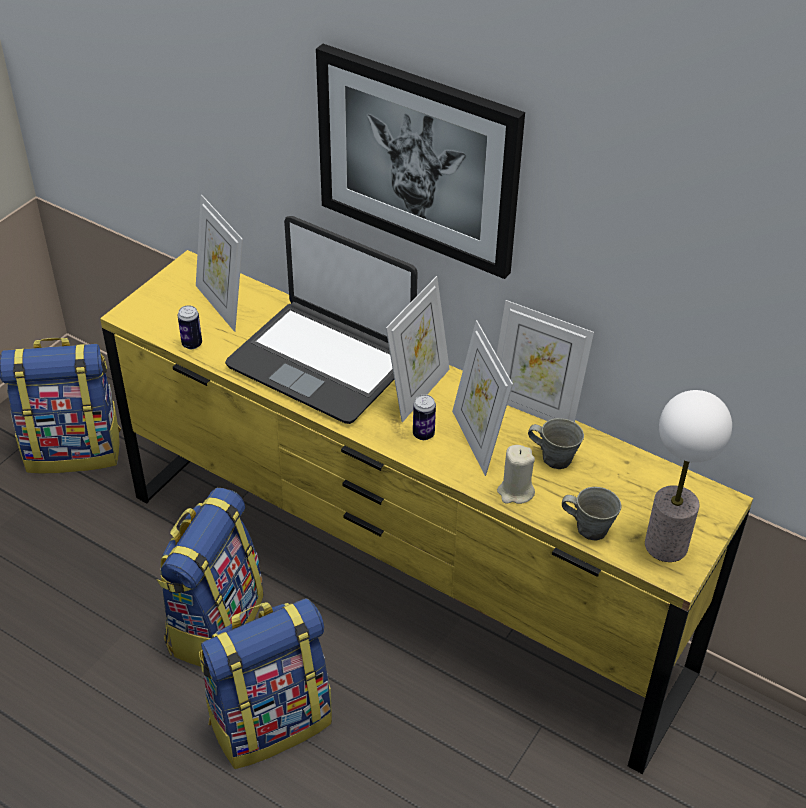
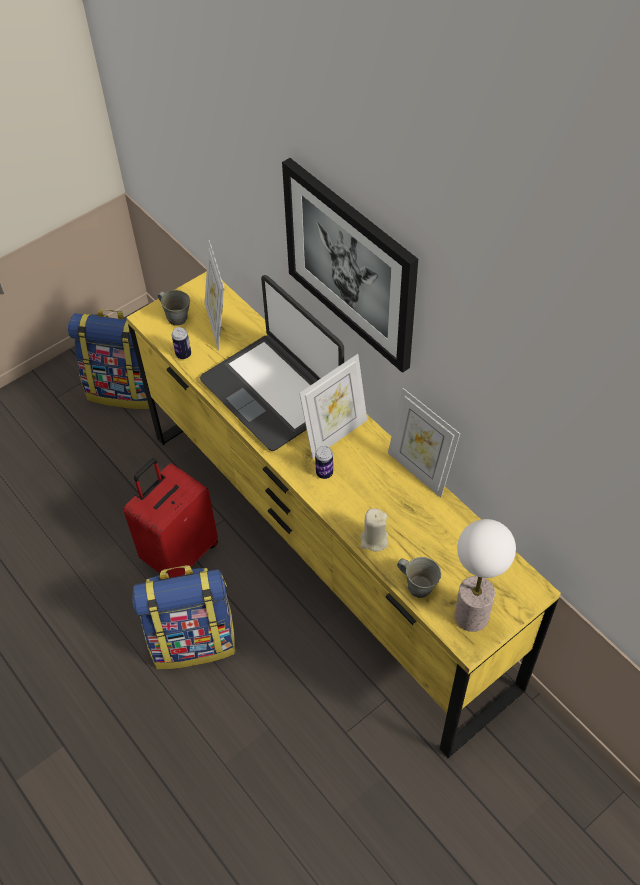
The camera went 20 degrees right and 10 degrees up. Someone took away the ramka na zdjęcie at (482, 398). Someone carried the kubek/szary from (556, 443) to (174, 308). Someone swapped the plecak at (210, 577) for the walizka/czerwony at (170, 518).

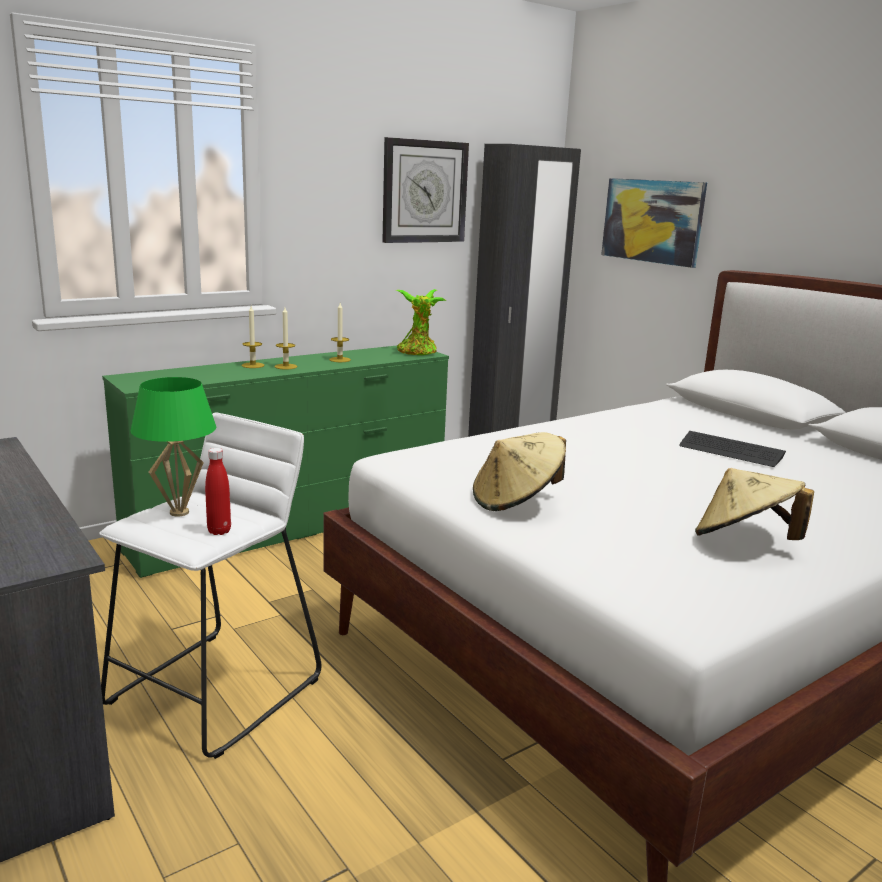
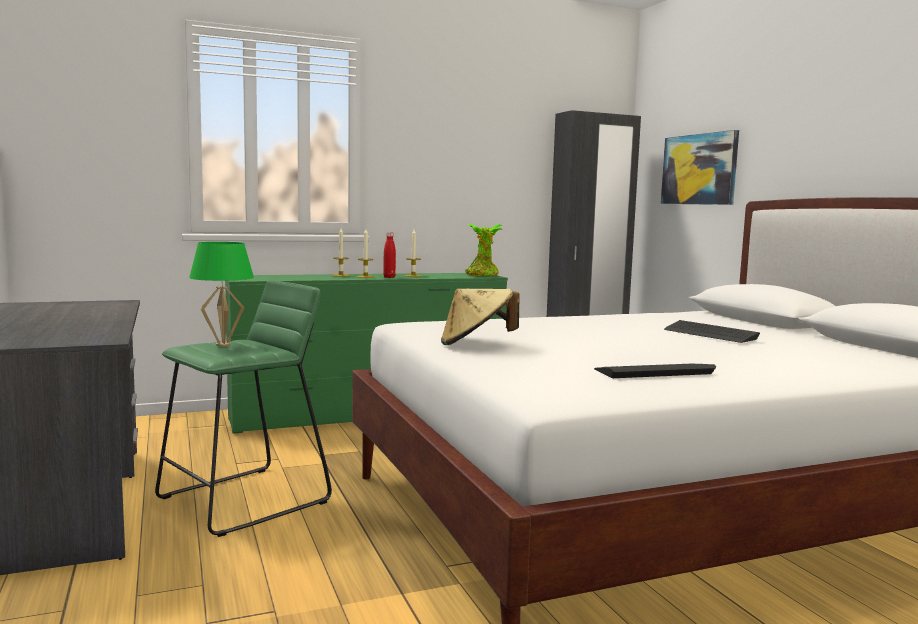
The camera went 15 degrees right and 10 degrees down. Someone took away the zegar ścienny at (425, 190). Someone carried the butelka/czerwony from (218, 491) to (389, 255). Someone swapped the kapelusz/beżowy at (754, 504) for the klawiatura at (655, 371). Someone repainted the stołek/biały at (210, 586), which became the stołek/zielony at (243, 408).

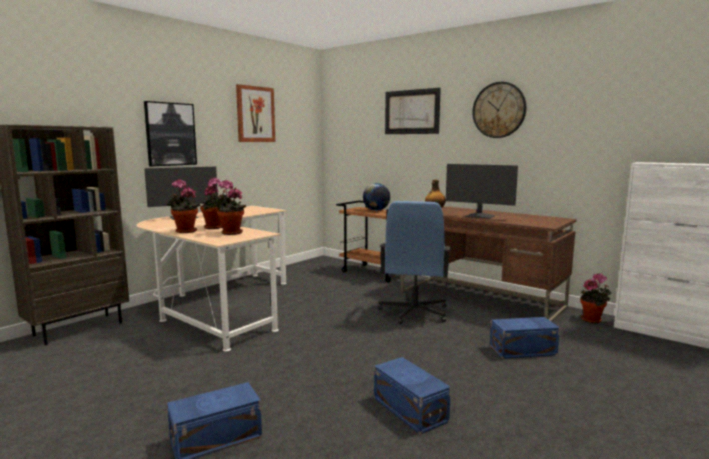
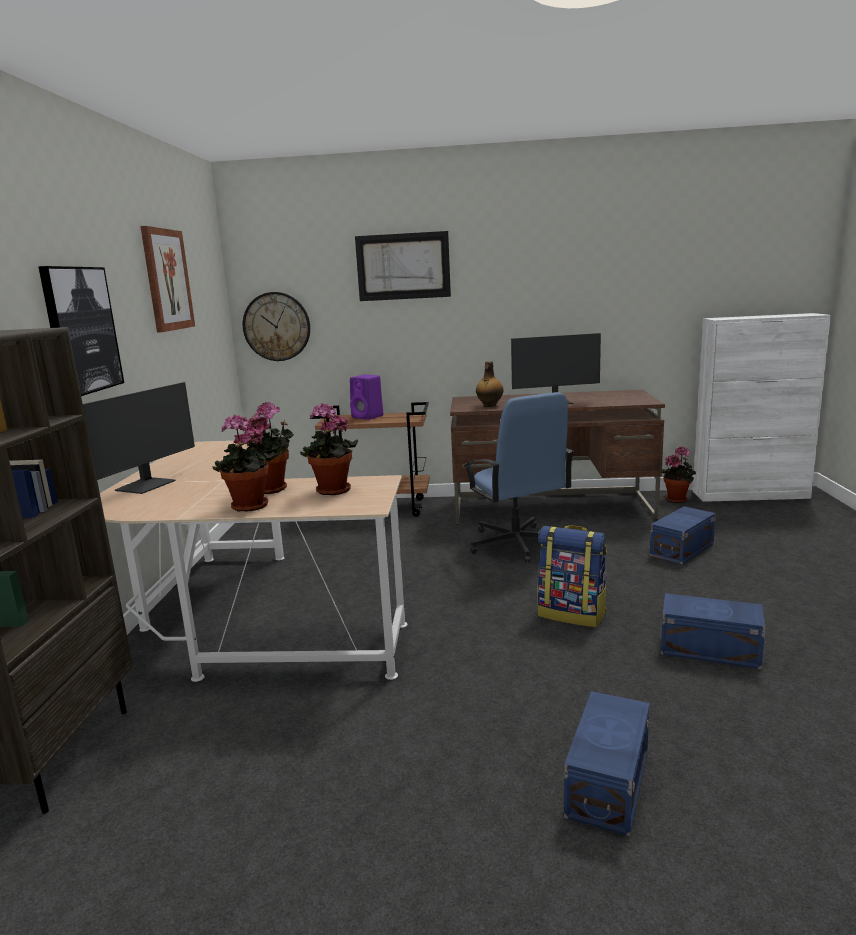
The camera went 35 degrees left and 5 degrees up. Someone put down the plecak at (572, 576). Someone carried the zegar ścienny from (499, 110) to (276, 326). Someone swapped the globus at (376, 197) for the głośnik/fioletowy at (366, 397).

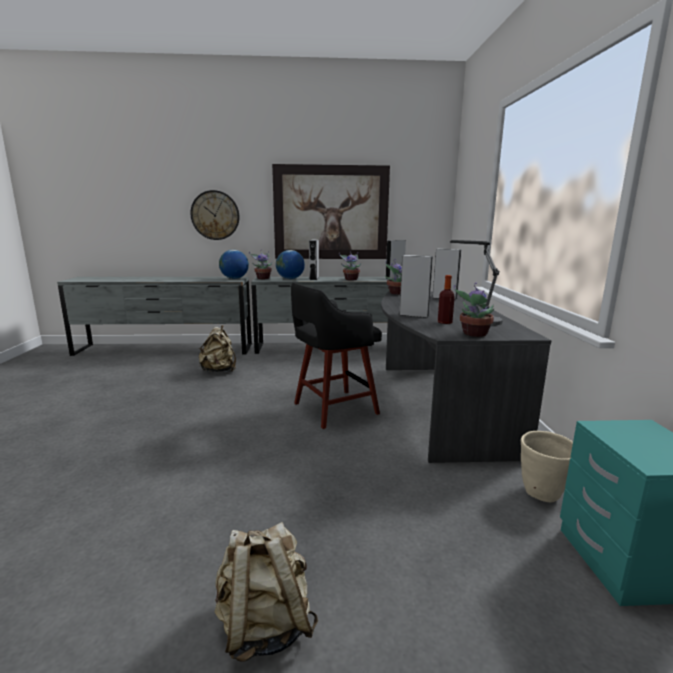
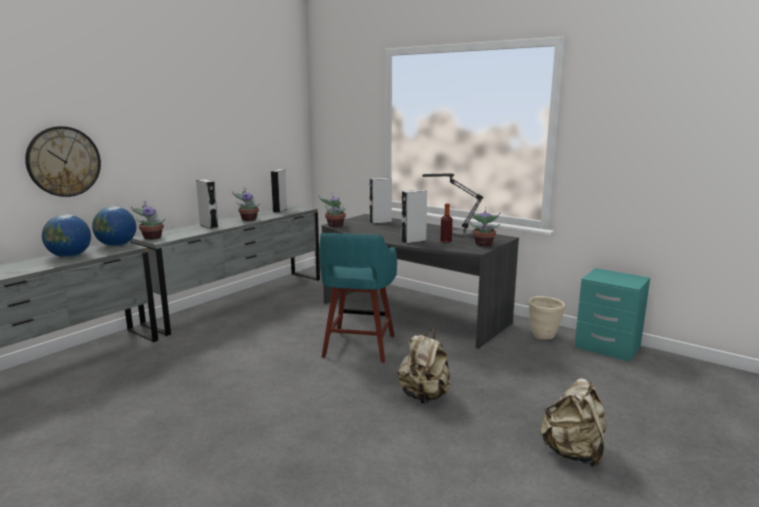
The camera went 50 degrees left and 0 degrees up. Someone took away the obraz at (331, 211). Someone carried the plecak/beżowy from (217, 348) to (424, 366). Someone carried the globus from (290, 264) to (66, 236). Someone repainted the stołek/czarny at (336, 355), which became the stołek/turkusowy at (358, 298).

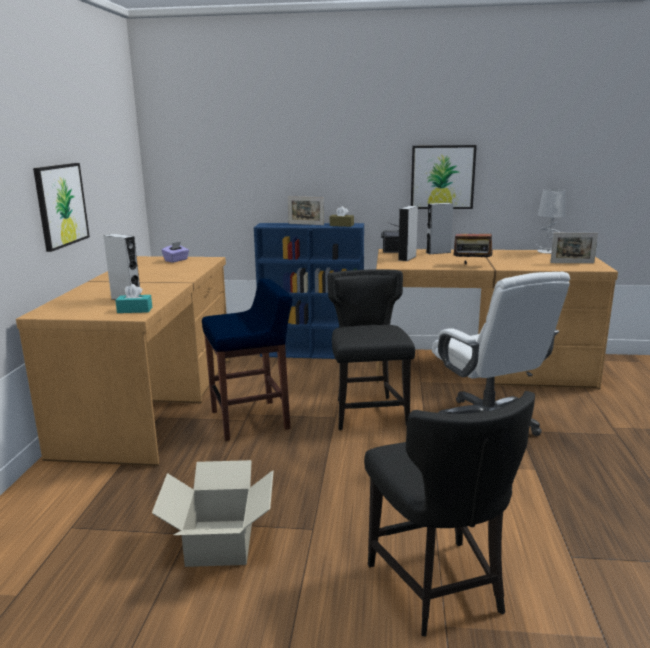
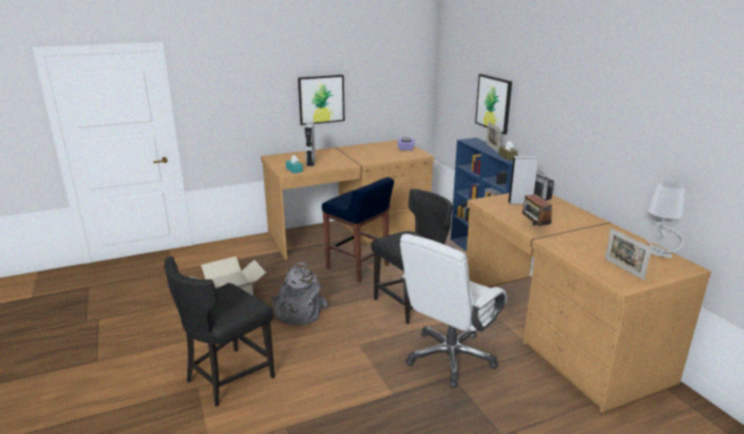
The camera went 60 degrees right and 5 degrees up. Someone took away the głośnik/szary at (439, 228). Someone put down the plecak/szary at (300, 293). Someone carried the obraz from (444, 177) to (493, 104).

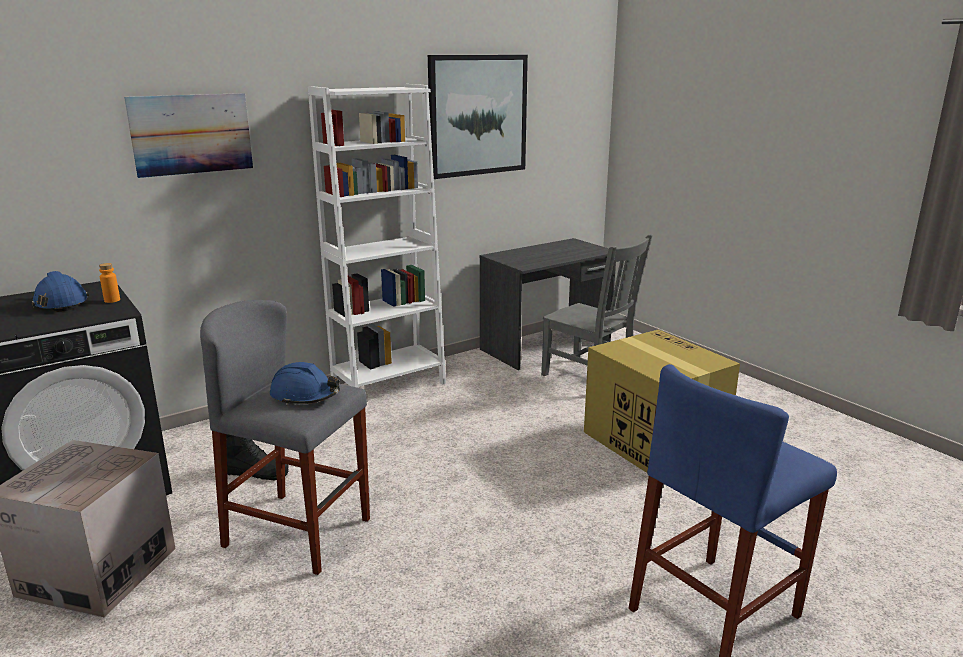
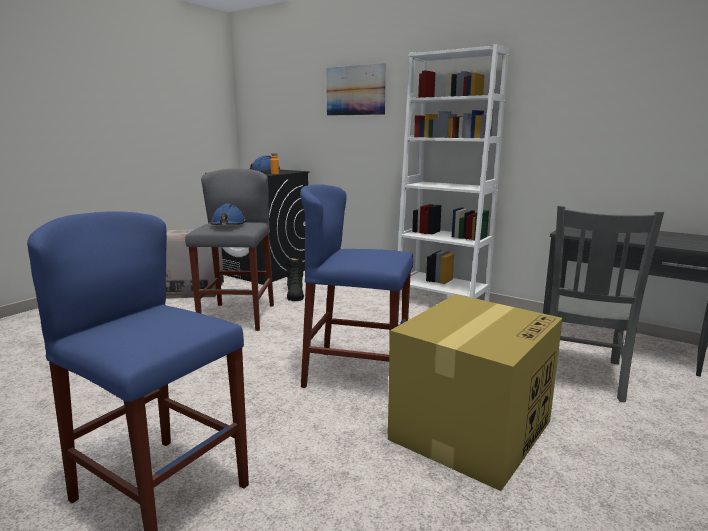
The camera went 70 degrees right and 5 degrees down. Someone took away the obraz at (478, 117). Someone put down the stołek/niebieski at (356, 286).

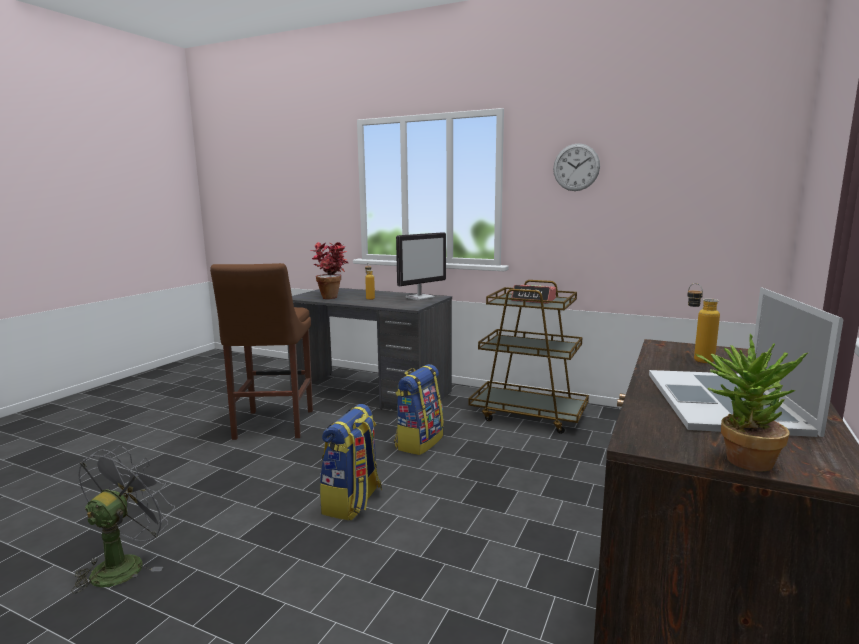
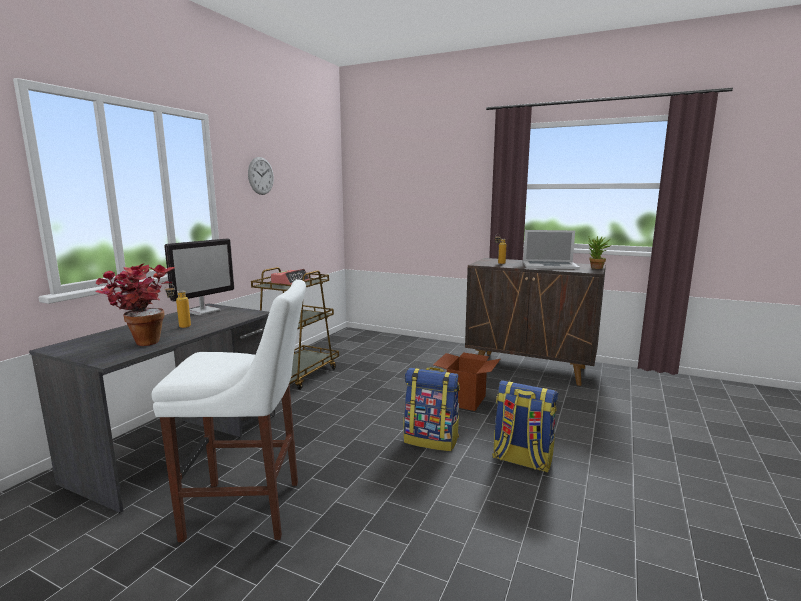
The camera went 90 degrees left and 0 degrees up. Someone took away the wentylator/szary at (123, 519). Someone put down the karton at (467, 381). Someone carried the plecak from (419, 409) to (525, 426). Someone repainted the stołek/brązowy at (261, 351), which became the stołek/biały at (229, 411). Someone rotated the monitor at (421, 266) by 75 degrees clockwise.

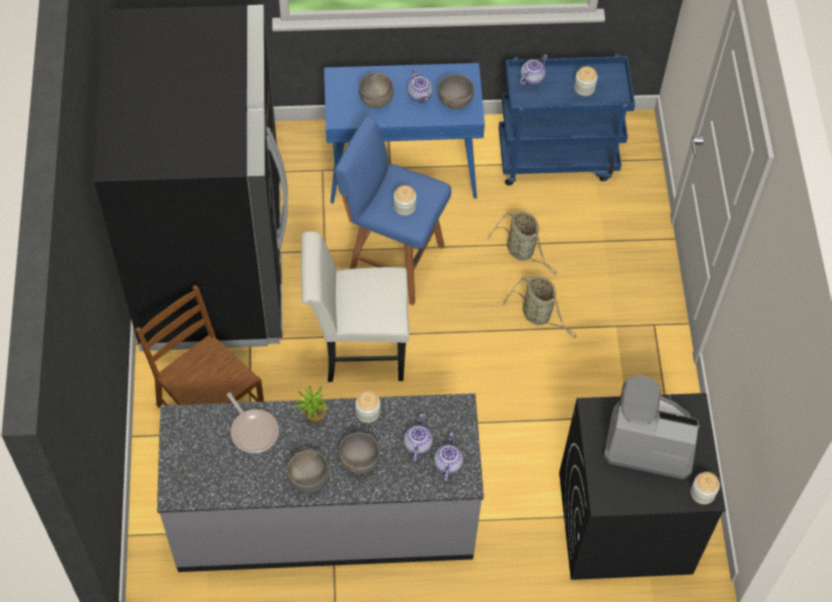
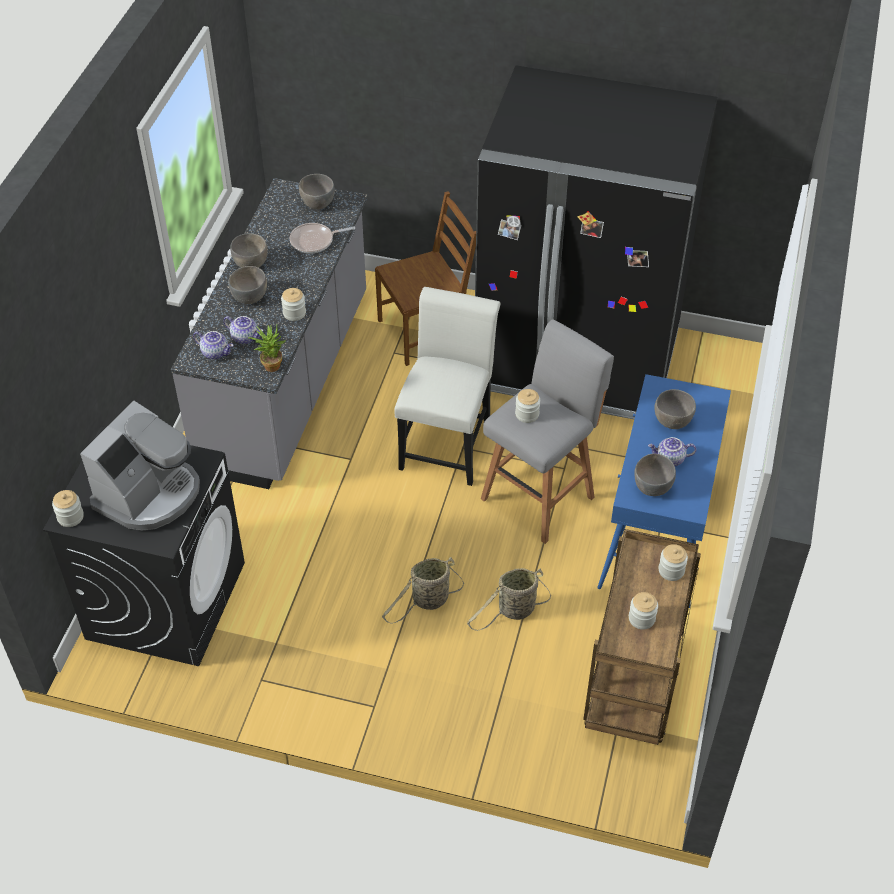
The camera went 110 degrees right and 10 degrees down. Someone put down the miska/szary at (317, 191). Someone carried the roślina doniczkowa from (312, 404) to (267, 348). Someone swapped the imbryk at (533, 70) for the słoik at (673, 562). Someone repainted the stołek/niebieski at (393, 210), which became the stołek/szary at (547, 431). Someone repainted the wózek/niebieski at (567, 119), which became the wózek/brązowy at (642, 637).

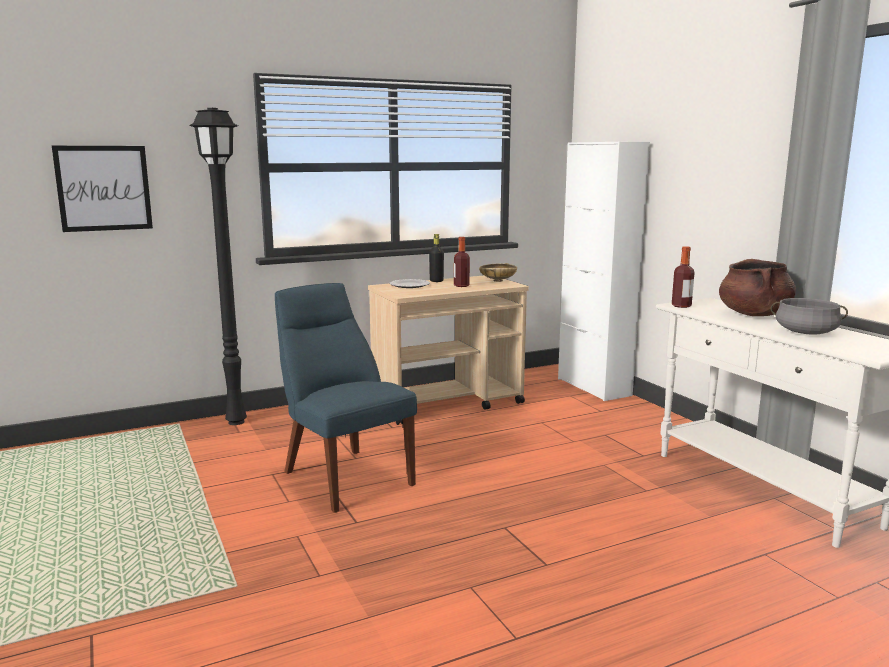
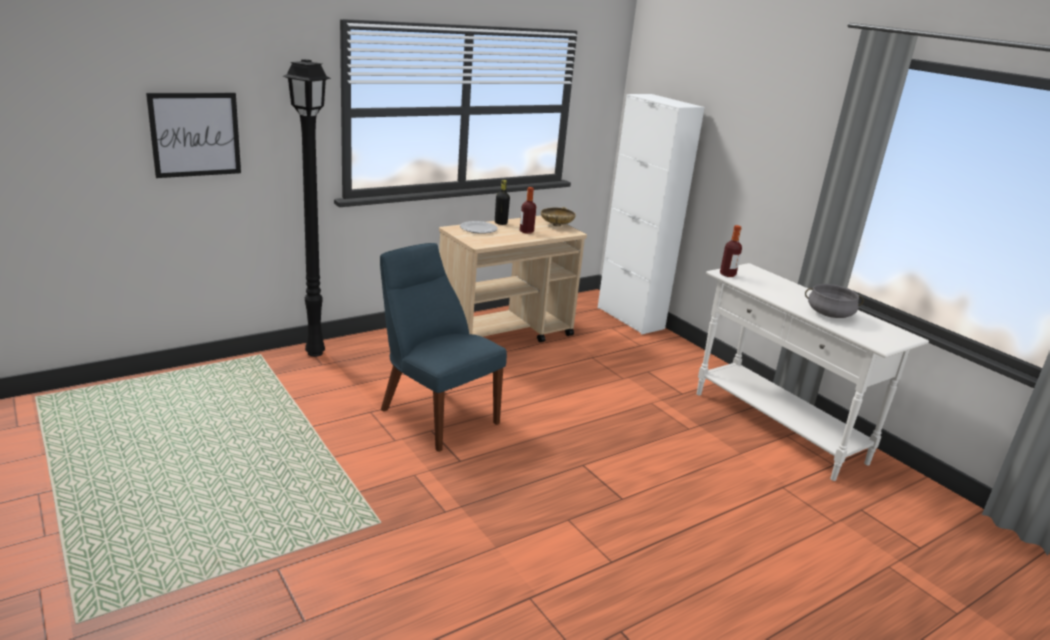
The camera went 10 degrees left and 10 degrees up. Someone took away the garnek/brązowy at (757, 287).

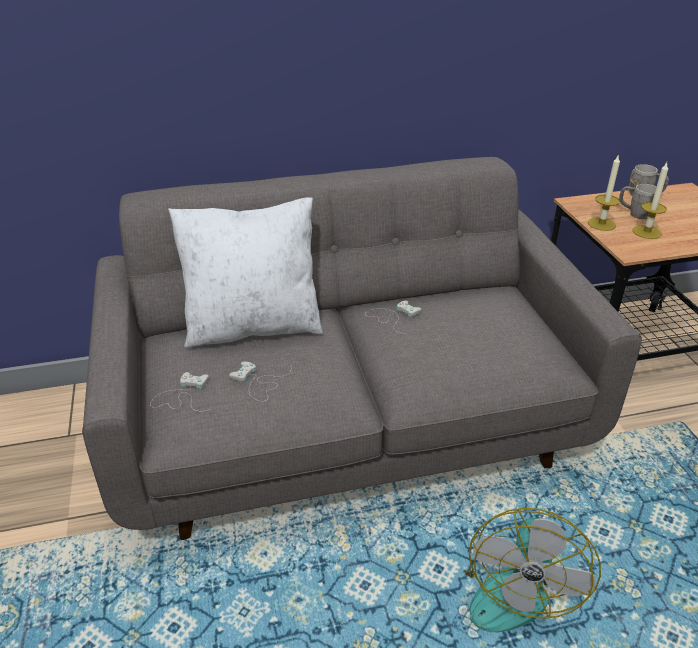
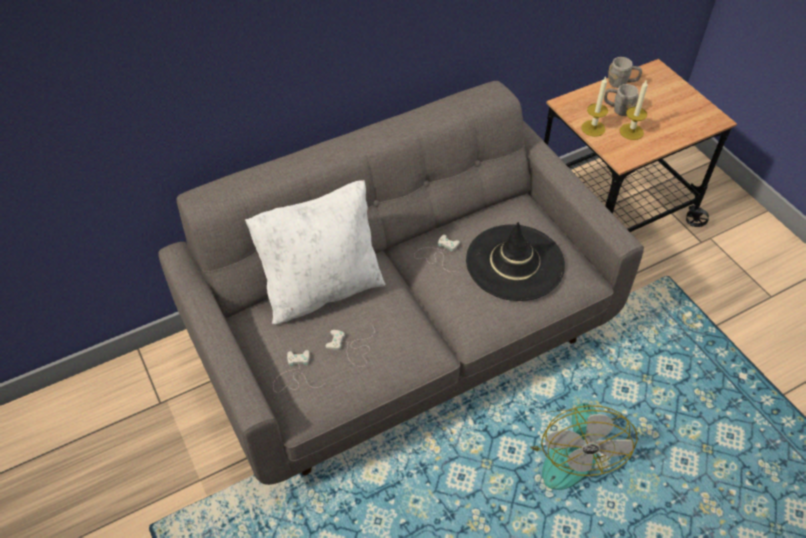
The camera went 15 degrees left and 15 degrees up. Someone put down the kapelusz/czarny at (515, 261).

